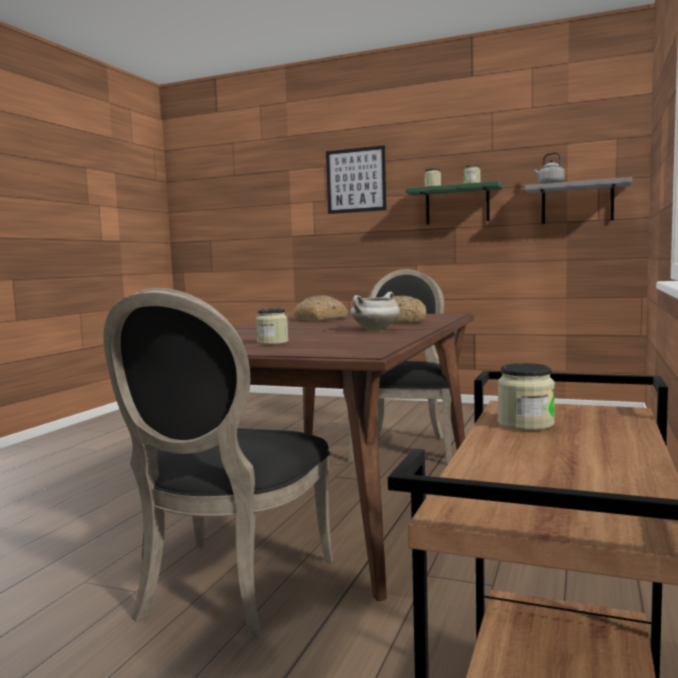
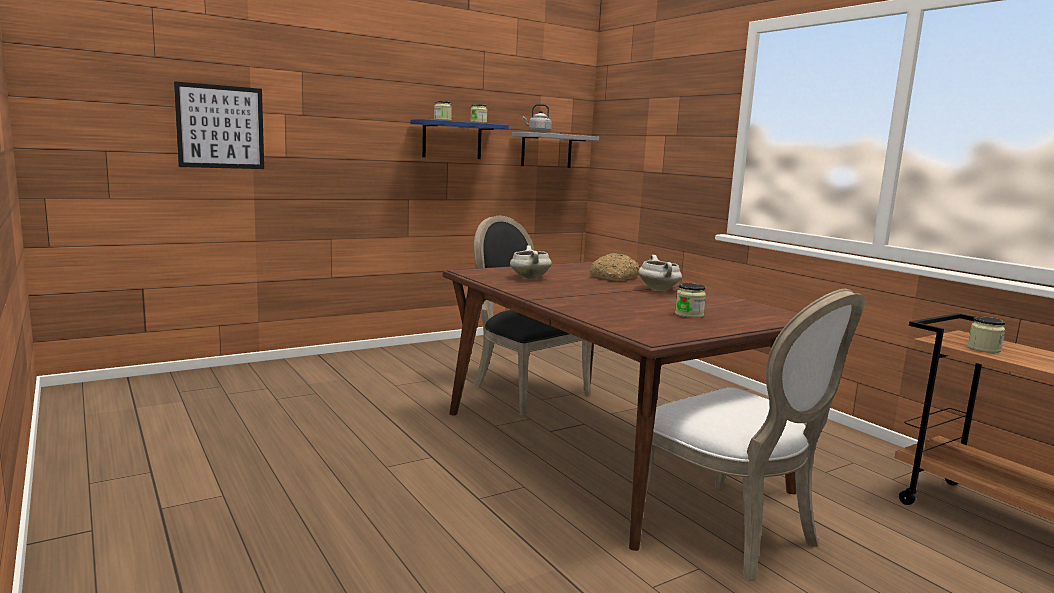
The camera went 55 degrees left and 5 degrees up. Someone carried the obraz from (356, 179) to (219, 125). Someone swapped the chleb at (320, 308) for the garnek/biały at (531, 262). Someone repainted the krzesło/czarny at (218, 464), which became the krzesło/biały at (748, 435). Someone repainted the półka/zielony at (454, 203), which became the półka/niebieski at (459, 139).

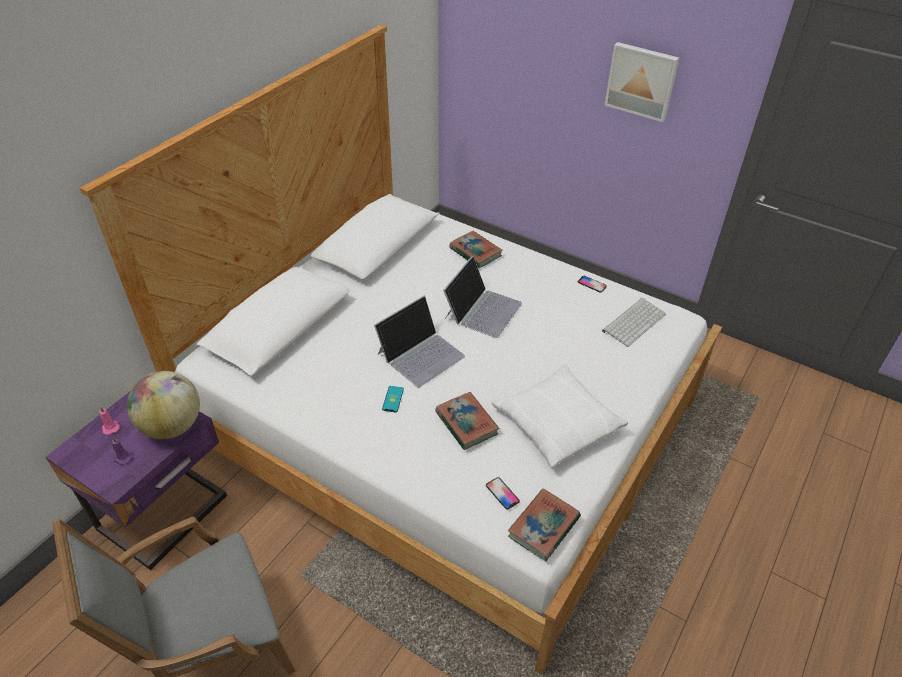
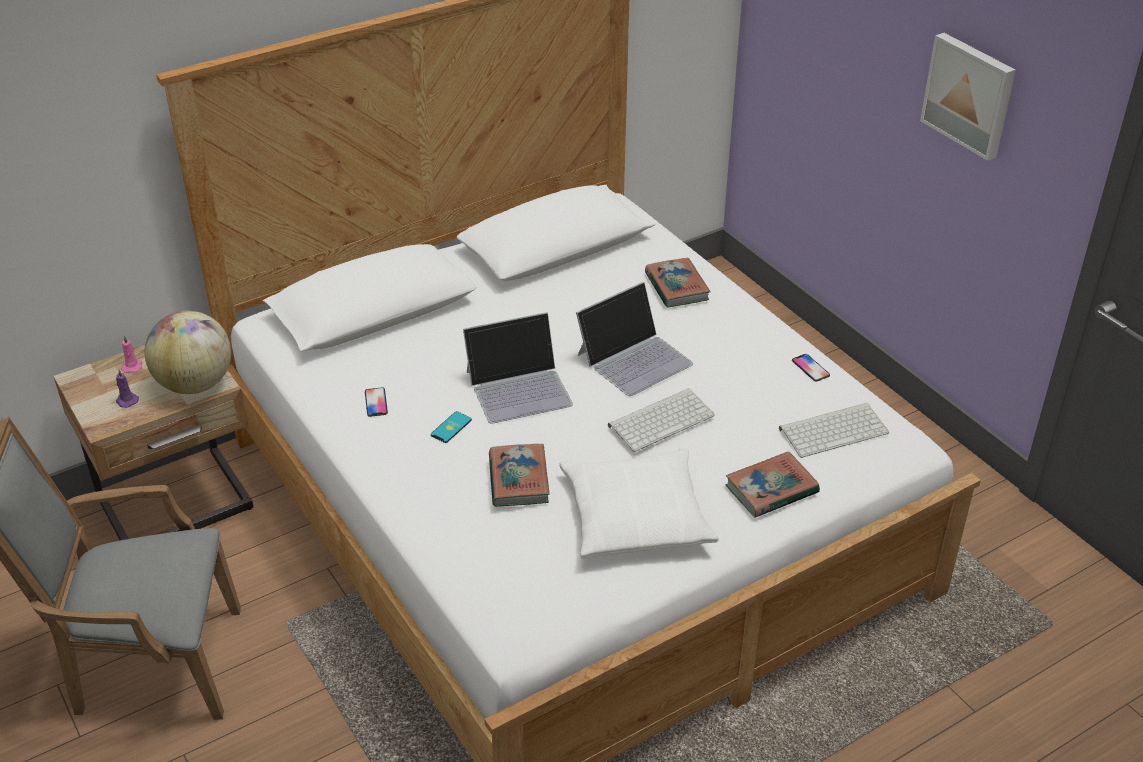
The camera went 25 degrees right and 5 degrees down. Someone put down the klawiatura at (661, 420). Someone carried the telefon from (503, 493) to (376, 402). Someone carried the książka from (544, 524) to (773, 484). Someone repainted the szafka nocna/fioletowy at (136, 481), which became the szafka nocna/beżowy at (153, 442).

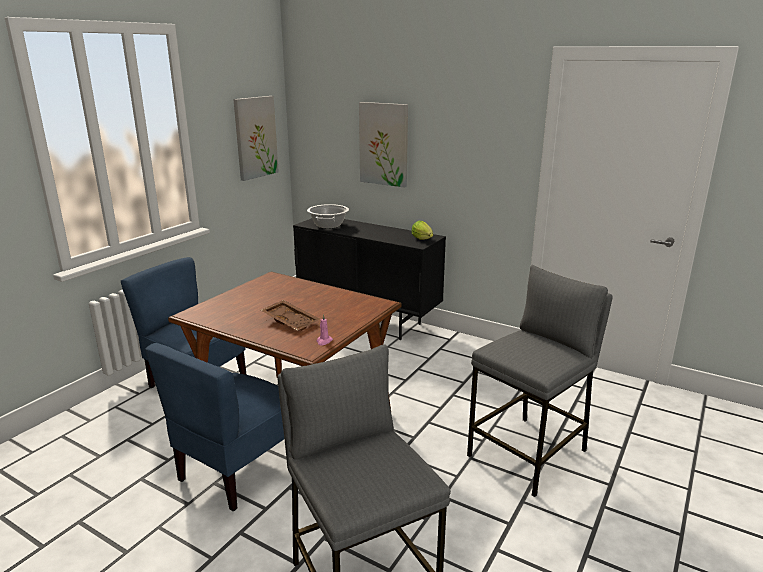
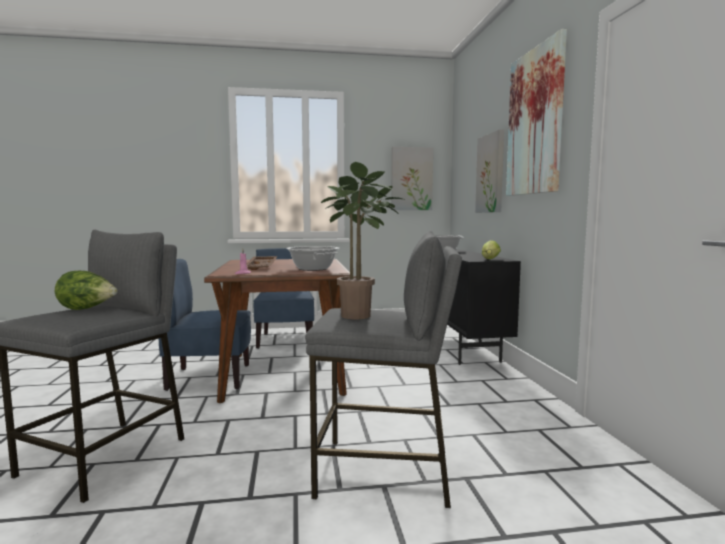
The camera went 50 degrees right and 15 degrees down. Someone put down the sałata at (86, 290). Someone put down the garnek at (313, 258). Someone put down the roślina doniczkowa at (362, 240). Someone put up the obraz at (536, 112).

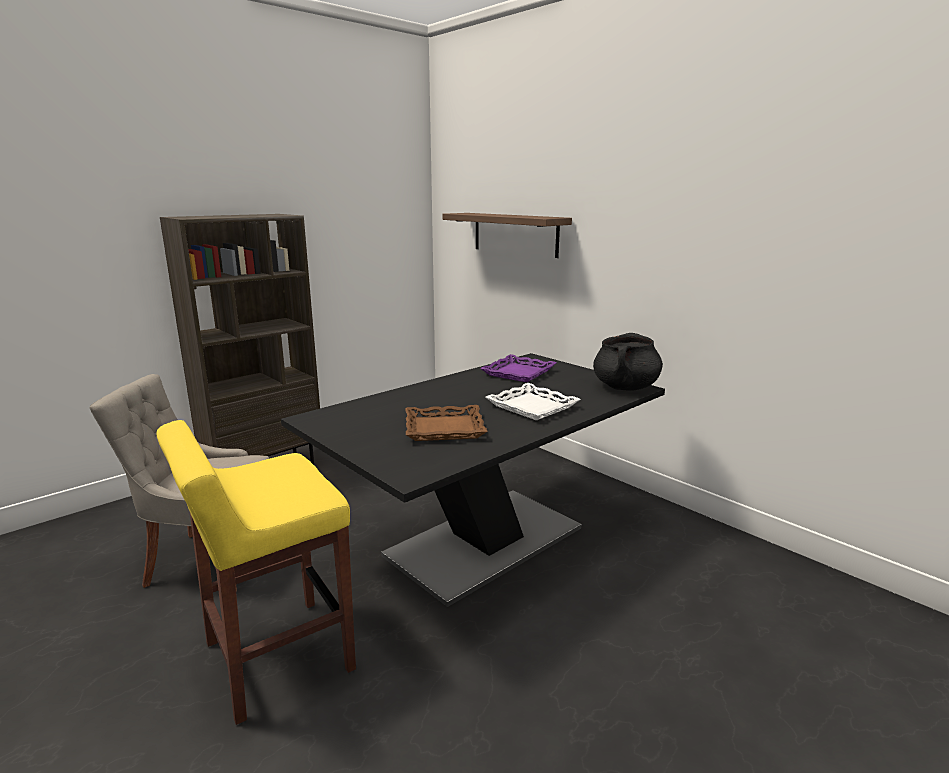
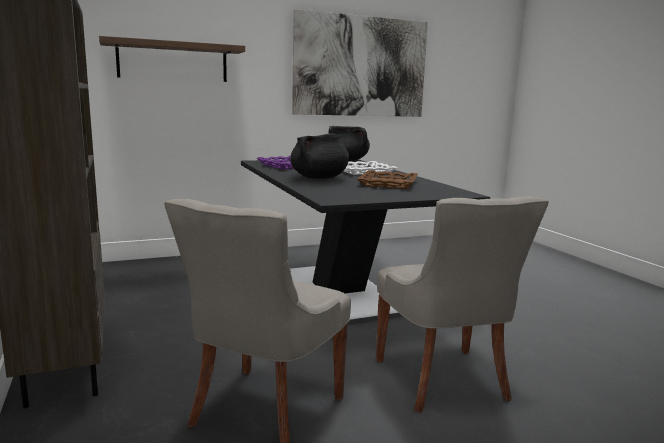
The camera went 70 degrees left and 5 degrees down. Someone put down the garnek/czarny at (319, 156). Someone put up the obraz at (360, 63). Someone swapped the stołek/żółty at (256, 572) for the krzesło/szary at (462, 304).

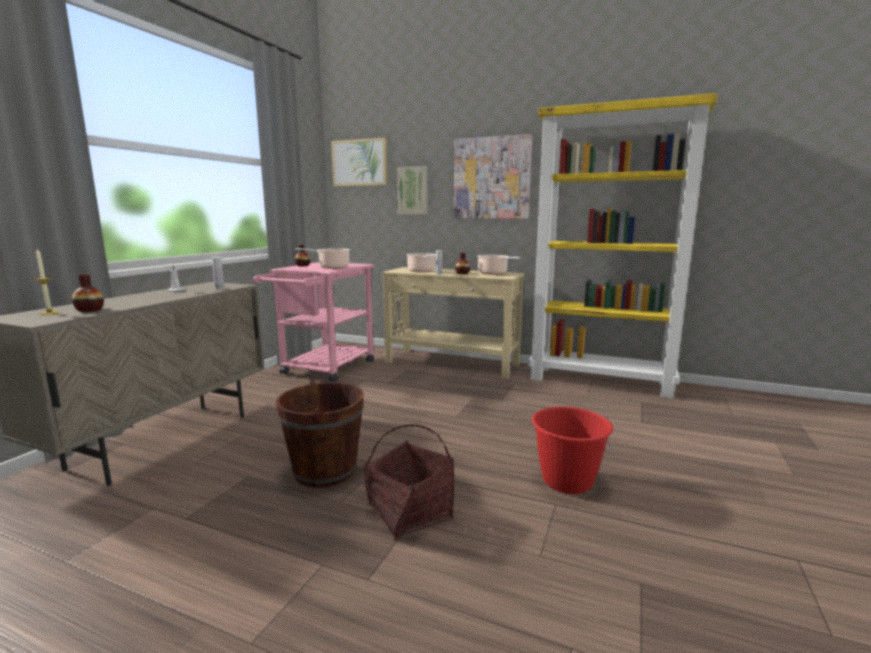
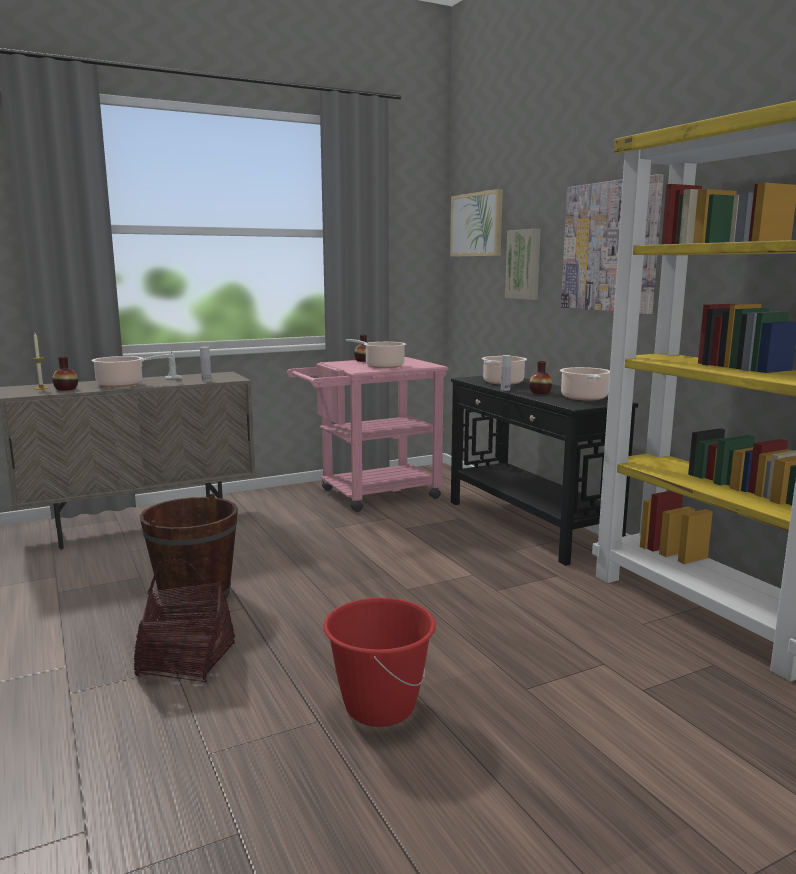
The camera went 40 degrees right and 0 degrees up. Someone put down the garnek at (132, 370). Someone repainted the stolik konsolowy/beżowy at (453, 323), which became the stolik konsolowy/czarny at (544, 471).

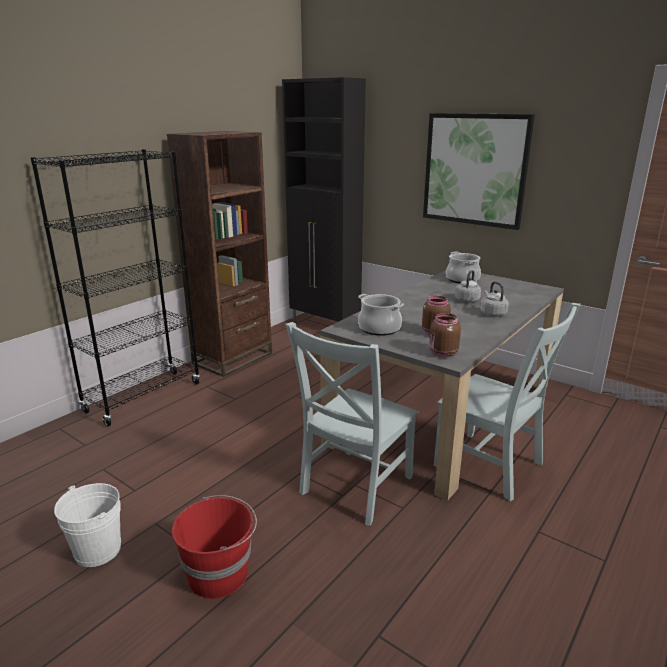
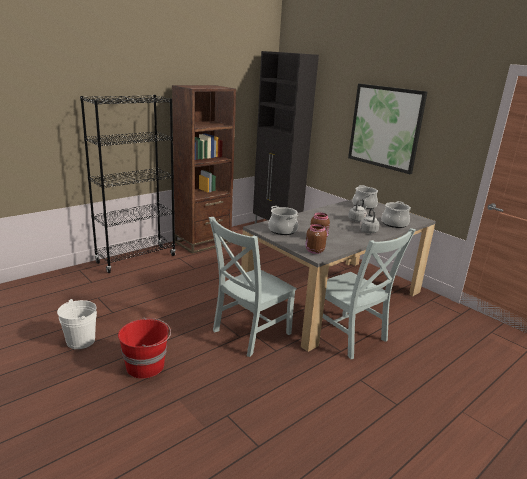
The camera went 10 degrees right and 0 degrees up. Someone put down the garnek at (396, 214).

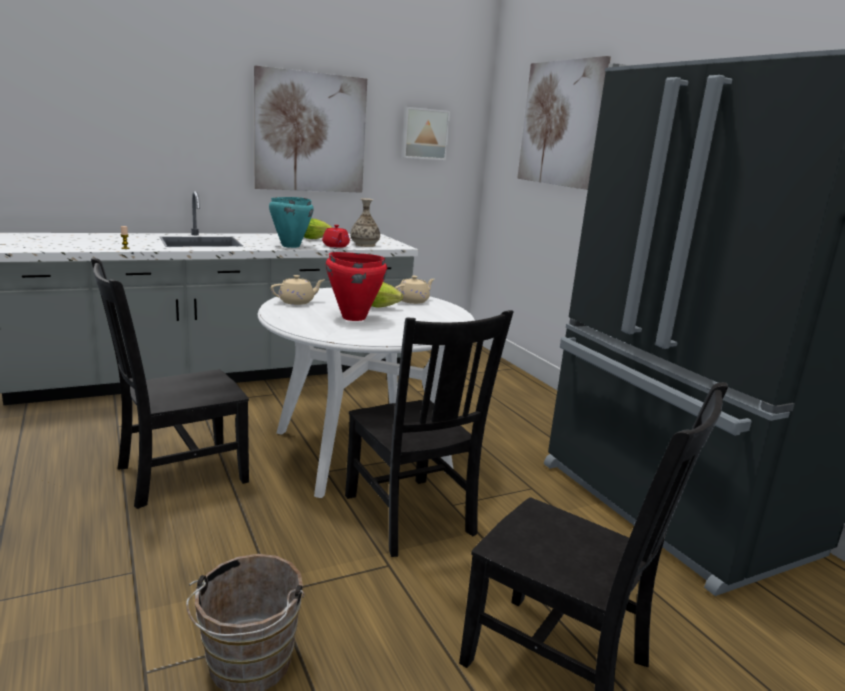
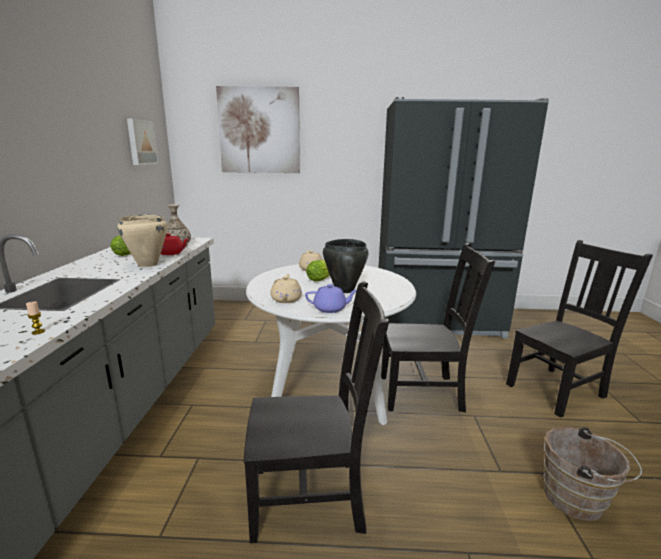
The camera went 60 degrees left and 0 degrees up. Someone took away the obraz at (310, 129). Someone put down the imbryk/fioletowy at (330, 298). Someone repainted the garnek/turkusowy at (291, 222), which became the garnek/beżowy at (142, 241). Someone repainted the garnek/czerwony at (356, 286), which became the garnek/czarny at (346, 266). Someone rotated the krzesło/czarny at (170, 383) by 90 degrees counterclockwise.

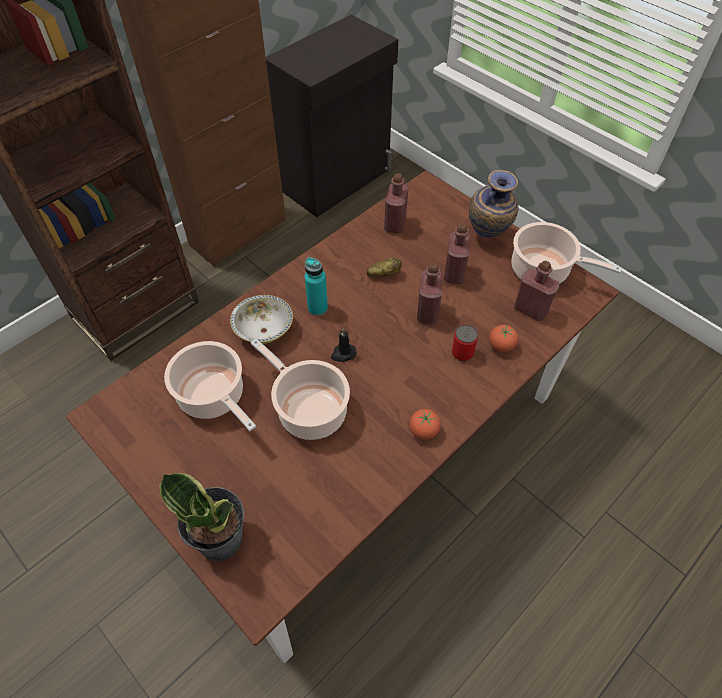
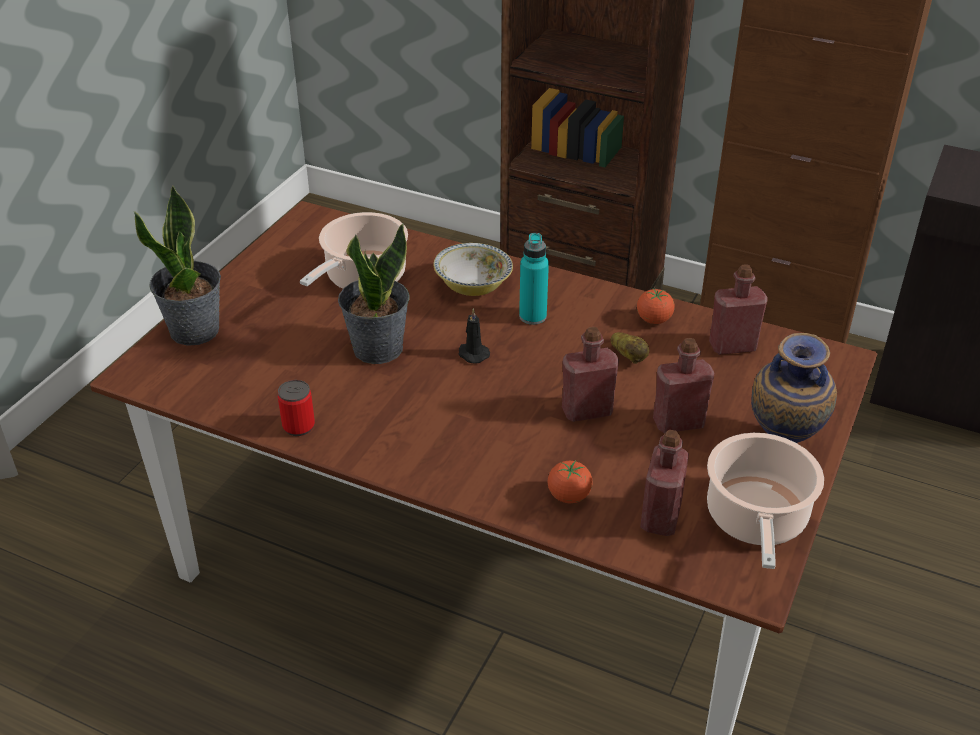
The camera went 70 degrees right and 15 degrees down. Someone carried the pomidor from (425, 424) to (656, 306). Someone carried the puszka from (465, 343) to (296, 408). Someone swapped the garnek at (300, 389) for the roślina doniczkowa at (373, 293).

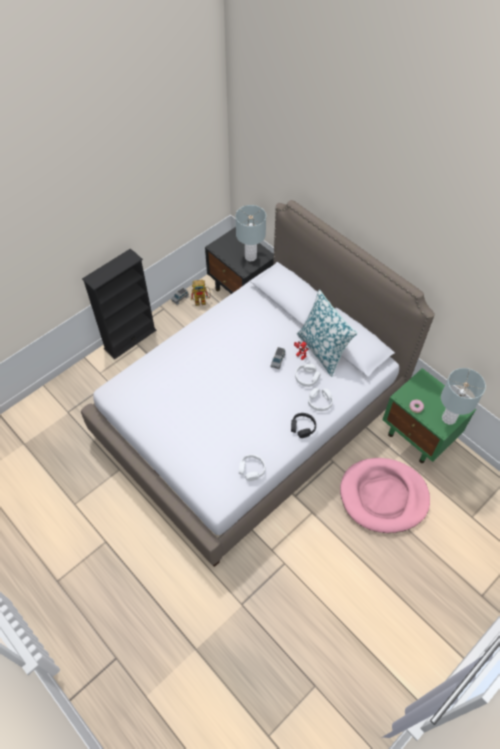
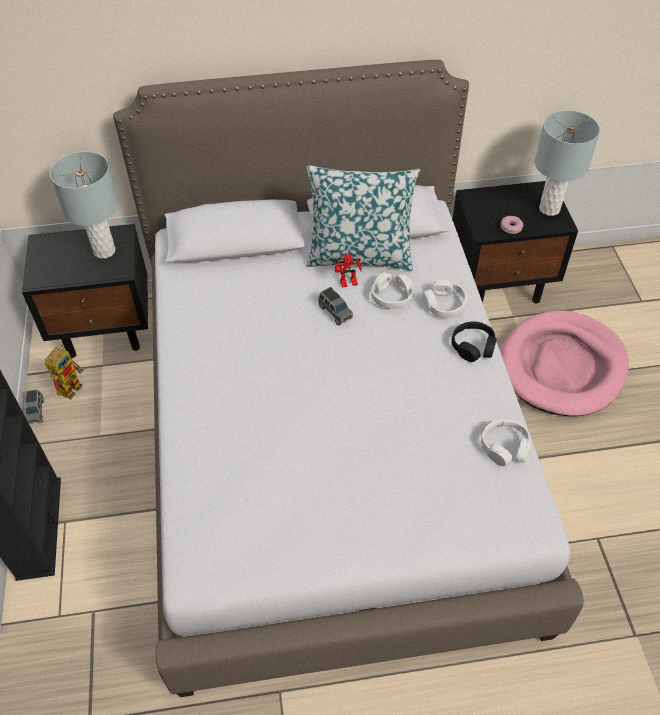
The camera went 55 degrees left and 5 degrees down. Someone repainted the szafka nocna/zielony at (429, 415), which became the szafka nocna/czarny at (515, 242).

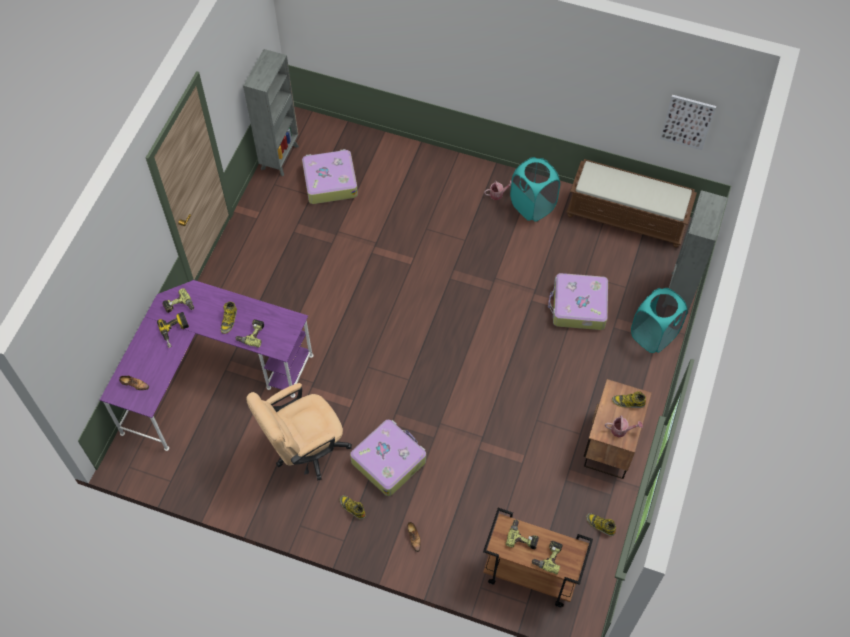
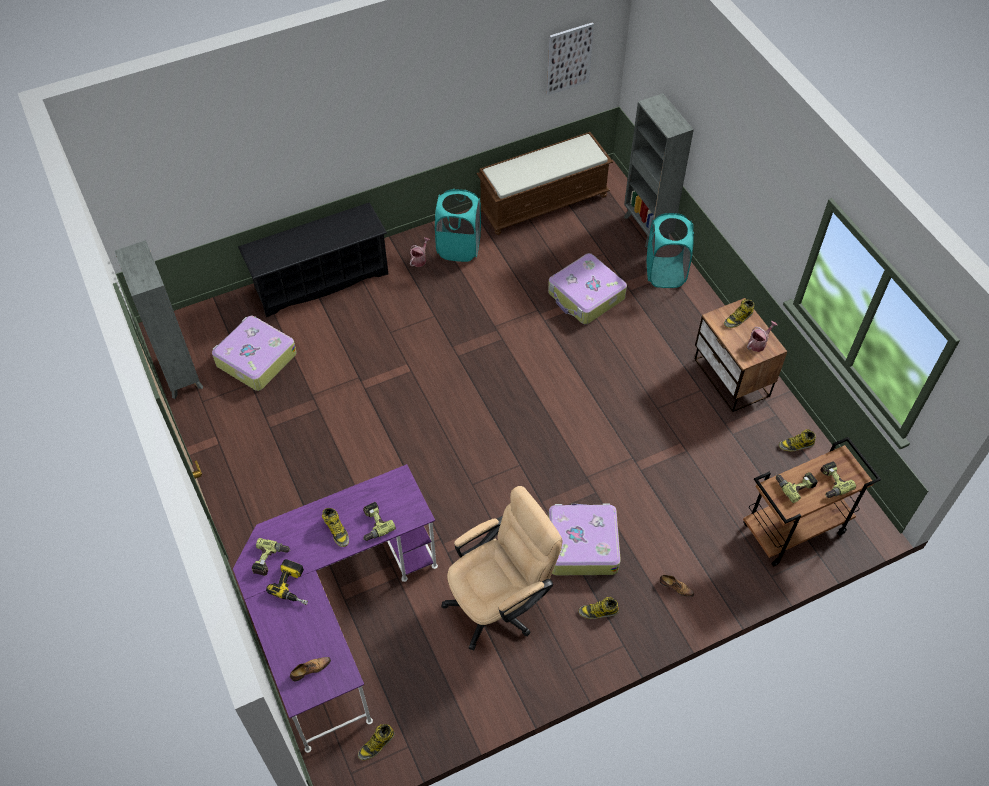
The camera went 45 degrees left and 5 degrees down. Someone put down the regał na buty/czarny at (313, 259). Someone put down the but z cholewką at (376, 742). Someone rotated the krzesło biurowe/beżowy at (299, 432) by 135 degrees counterclockwise.

